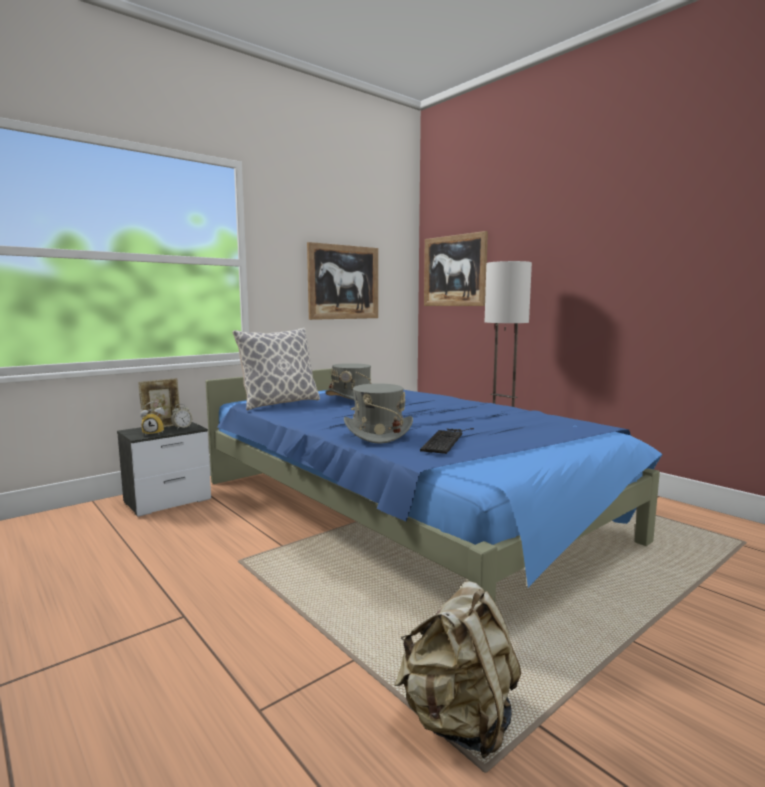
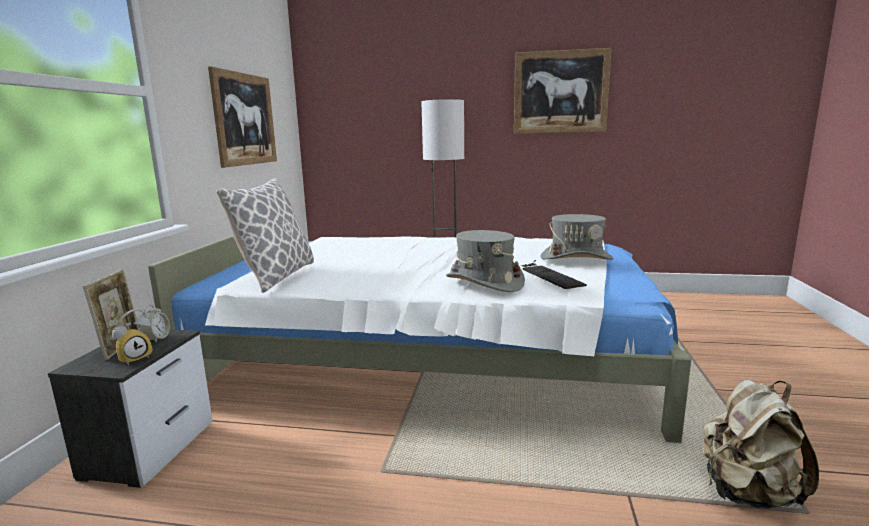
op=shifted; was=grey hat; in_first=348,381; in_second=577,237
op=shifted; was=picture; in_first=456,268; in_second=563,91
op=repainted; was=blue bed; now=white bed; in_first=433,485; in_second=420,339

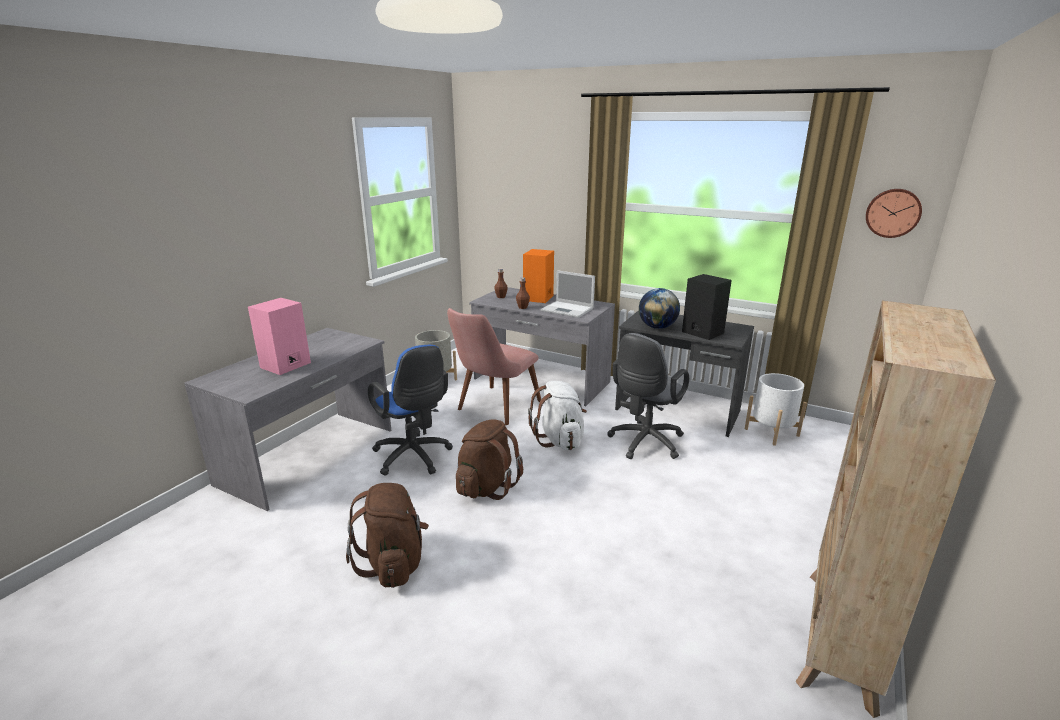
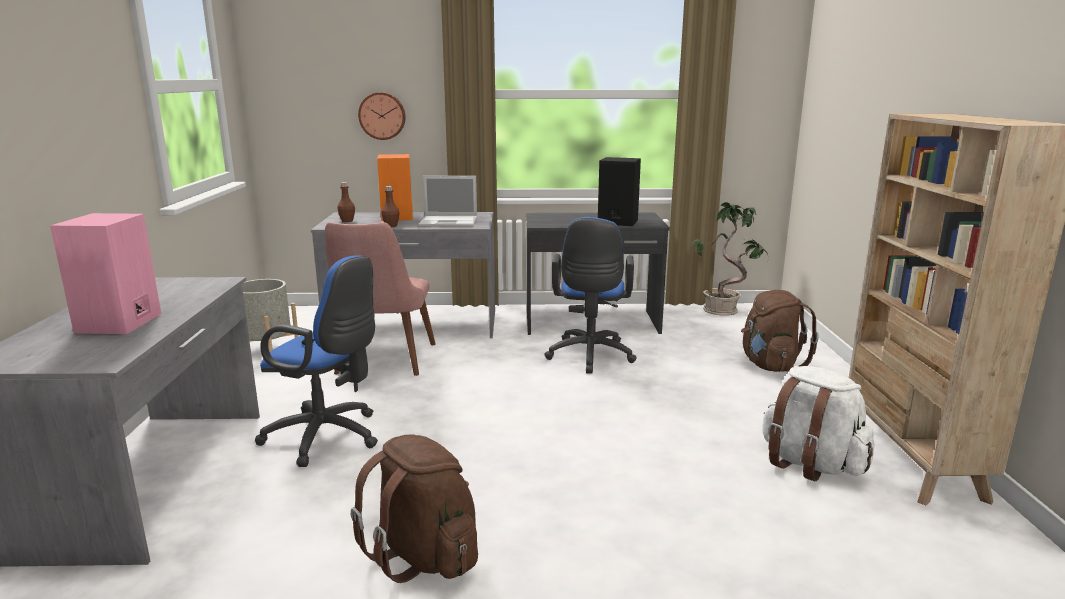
op=gone; was=globe; in_first=659,308
op=gone; was=white planter; in_first=776,409
op=new; now=potted plant; in_second=729,258
op=shifted; was=brown backpack; in_first=489,459; in_second=780,331
op=shifted; was=white backpack; in_first=557,415; in_second=818,423
op=shifted; was=wall clock; in_first=894,213; in_second=382,116
op=repainted; was=grey office chair; now=blue office chair; in_first=648,396; in_second=590,295

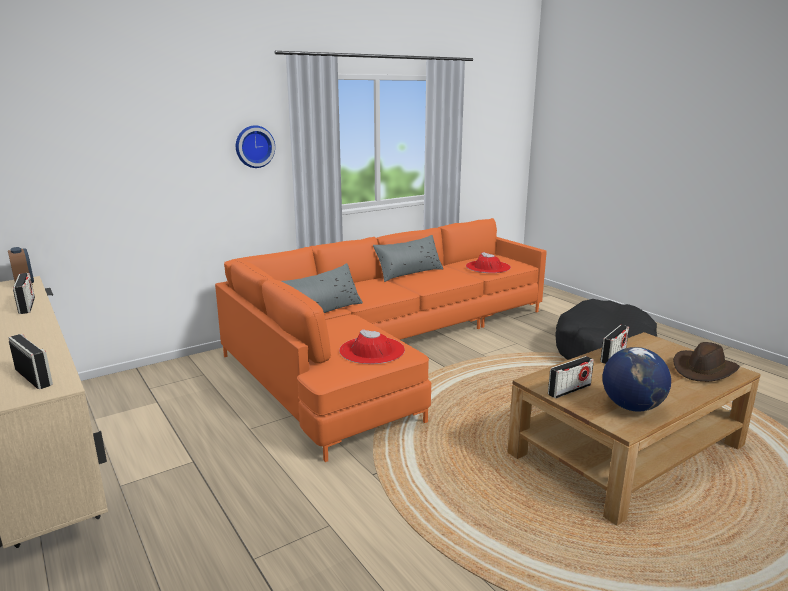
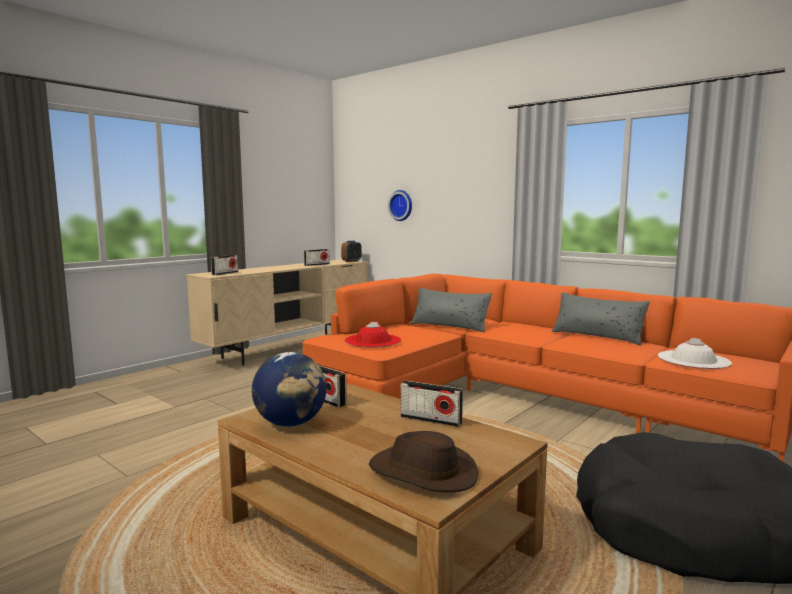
op=shifted; was=wall clock; in_first=255,146; in_second=400,205
op=repainted; was=red hat; now=white hat; in_first=488,262; in_second=695,353

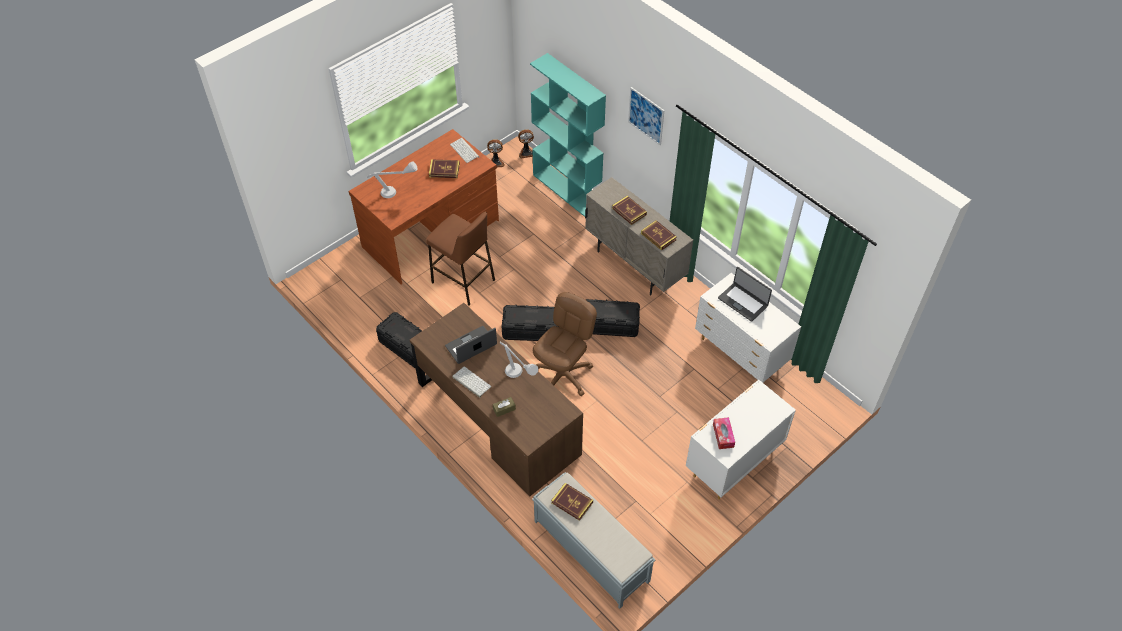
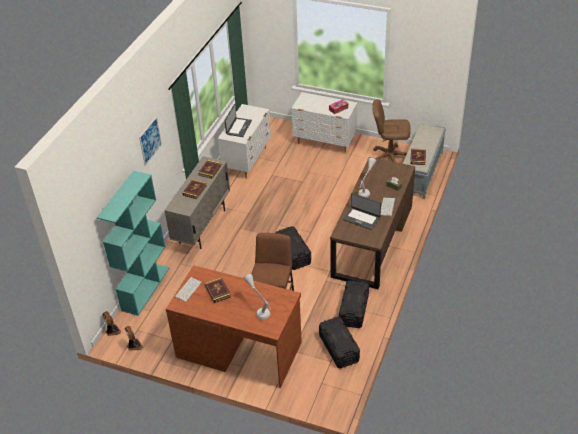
op=shifted; was=brown office chair; in_first=565,344; in_second=391,130
op=shifted; was=black storage box; in_first=613,318; in_second=339,343

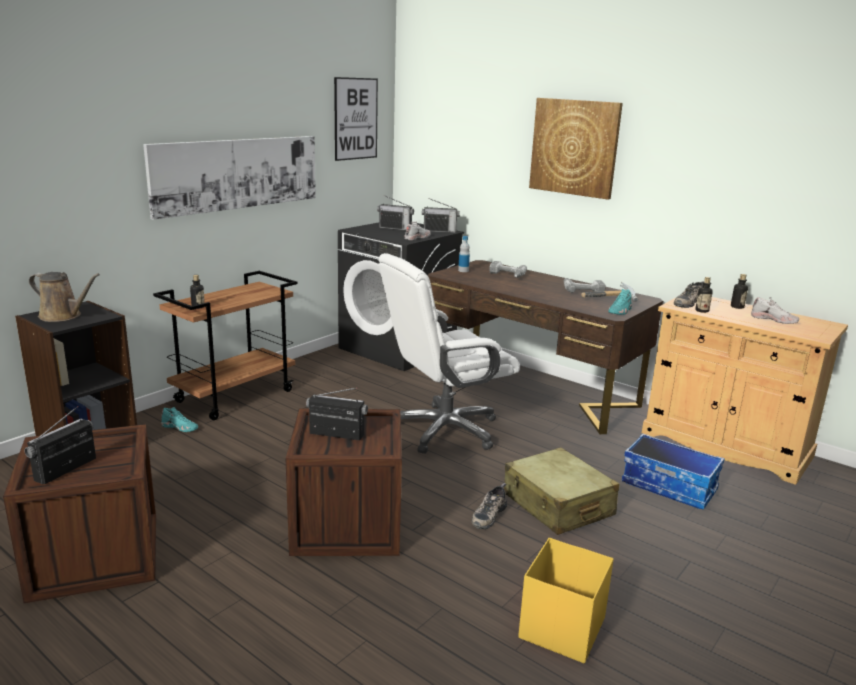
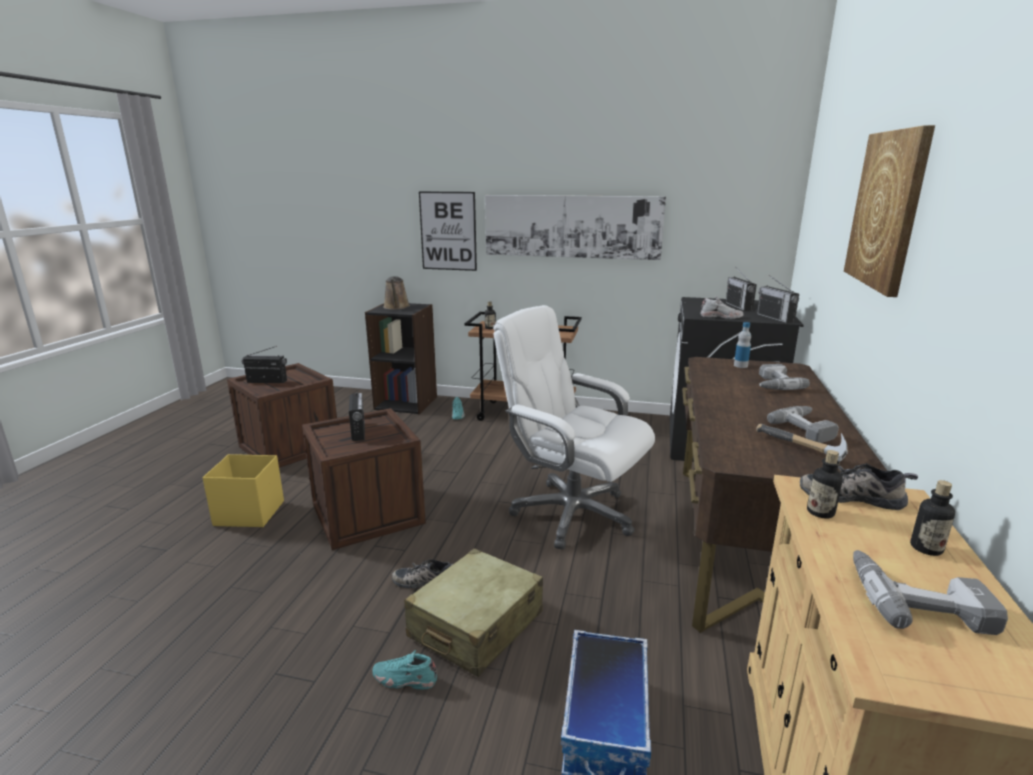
op=shifted; was=picture; in_first=356,119; in_second=448,231
op=shifted; was=yellow storage box; in_first=566,600; in_second=243,490
op=shifted; was=turquoise shoe; in_first=620,302; in_second=404,669
op=swapped; was=white shoe; now=power drill; in_first=775,310; in_second=930,592

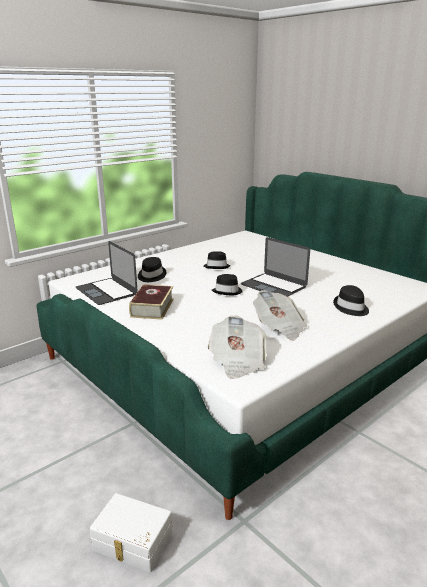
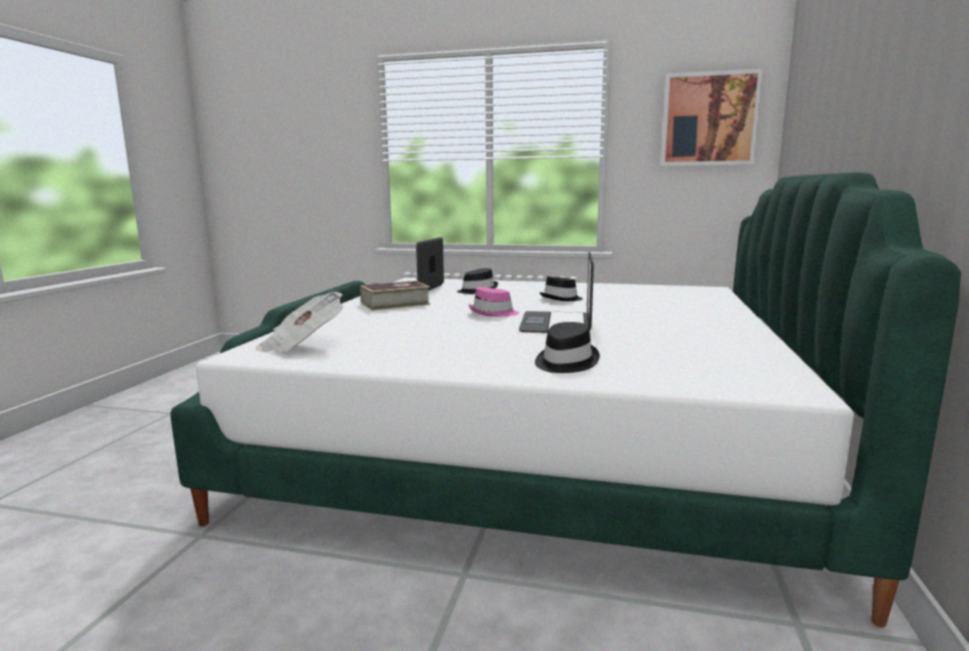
op=gone; was=white storage box; in_first=131,533
op=gone; was=newspaper; in_first=280,315
op=new; now=picture; in_second=712,117
op=repainted; was=black hat; now=pink hat; in_first=227,284; in_second=493,302

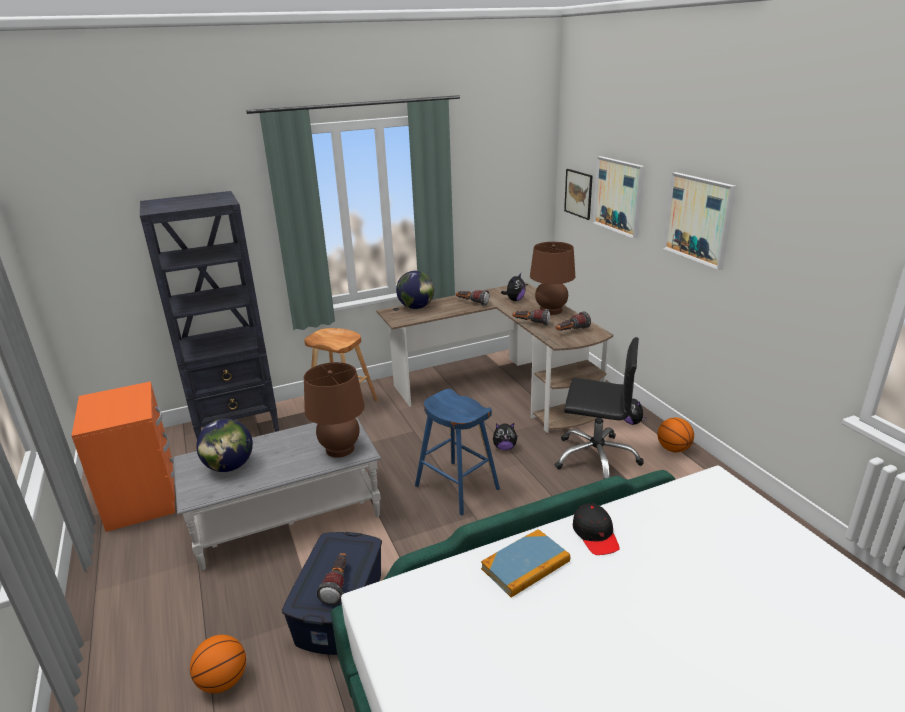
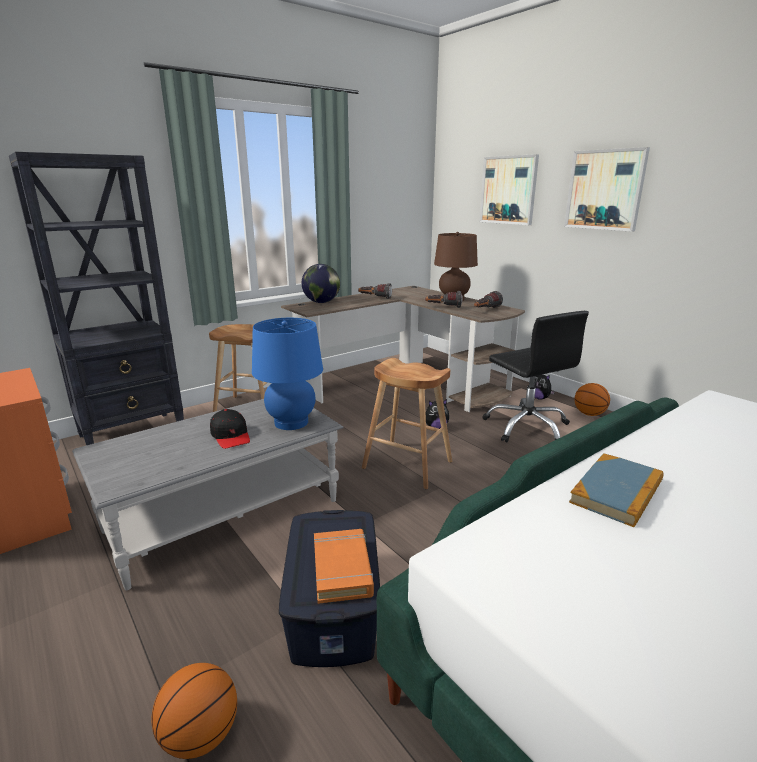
op=gone; was=globe; in_first=224,445
op=gone; was=plush toy; in_first=513,287
op=gone; was=picture; in_first=578,194
op=shifted; was=black cap; in_first=596,529; in_second=230,429
op=swapped; was=flashlight; now=orange book; in_first=332,579; in_second=344,566
op=repainted; was=brown table lamp; now=blue table lamp; in_first=334,410; in_second=287,374
op=repainted; was=blue stool; now=brown stool; in_first=457,452; in_second=407,423
op=rotated; was=black office chair; in_first=599,408; in_second=535,377; clockwise=60

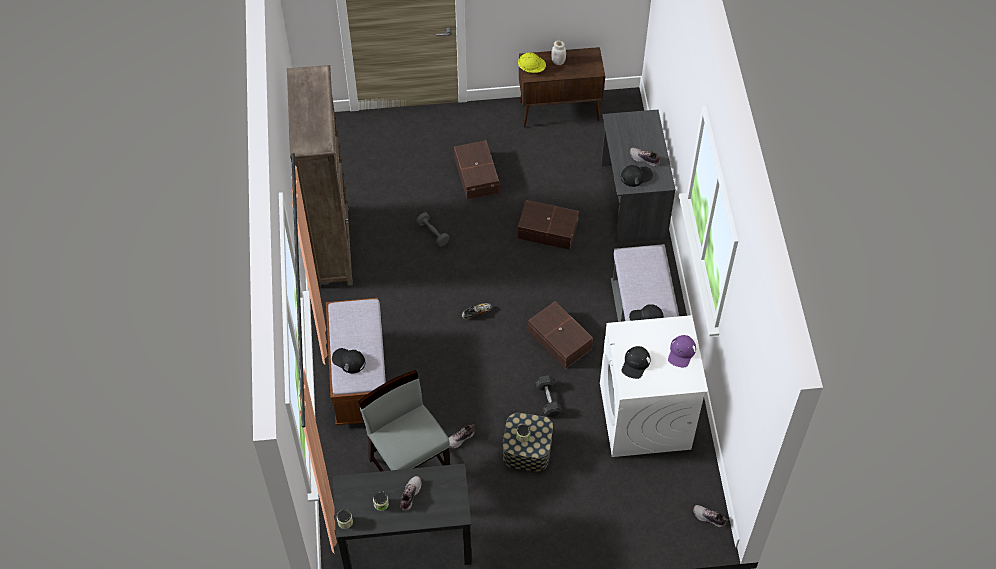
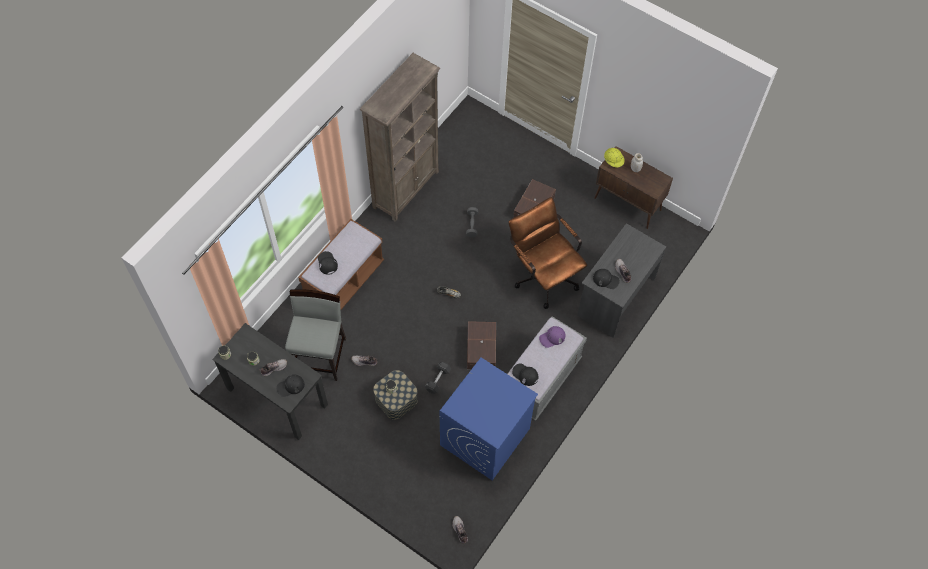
op=shifted; was=black cap; in_first=636,362; in_second=290,385
op=shifted; was=purple cap; in_first=682,351; in_second=552,337
op=swapped; was=brown storage box; now=brown office chair; in_first=548,225; in_second=548,253
op=repainted; was=white washing machine; now=blue washing machine; in_first=654,386; in_second=488,419

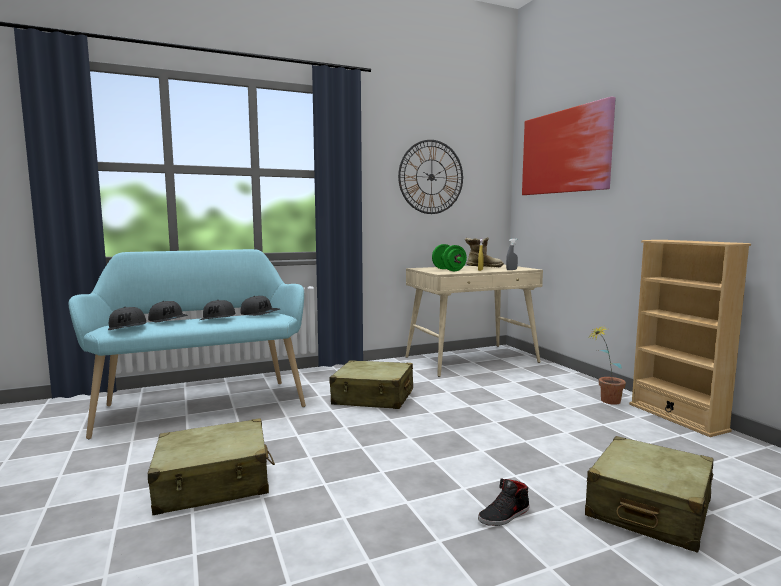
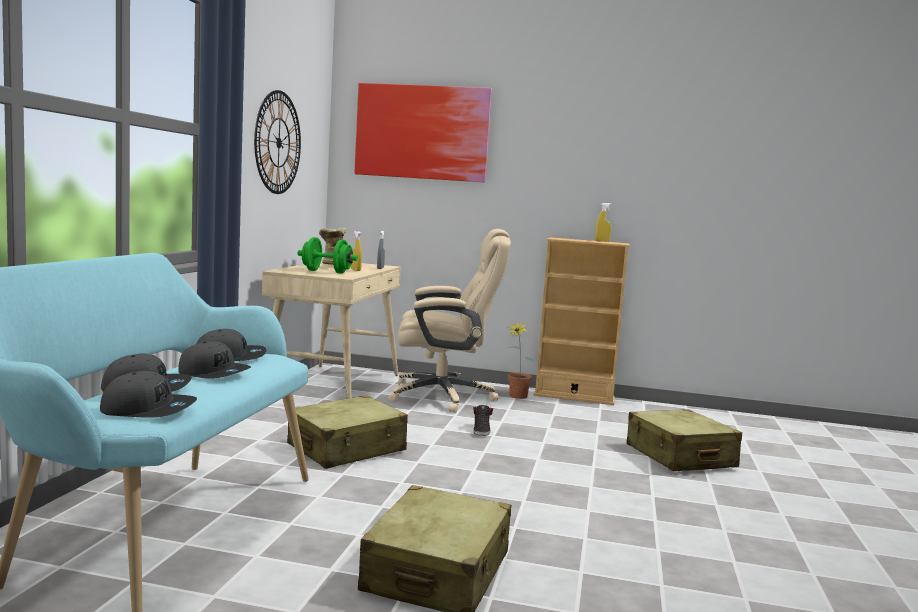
op=new; now=beige office chair; in_second=449,321
op=new; now=yellow spray bottle; in_second=603,222
op=shifted; was=black shoe; in_first=503,502; in_second=483,420

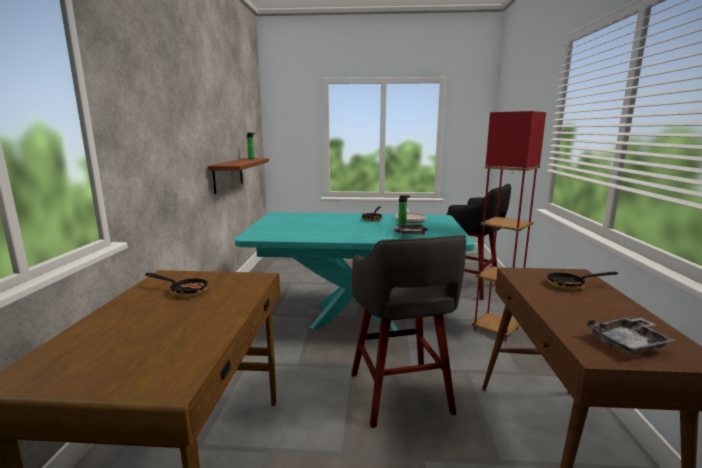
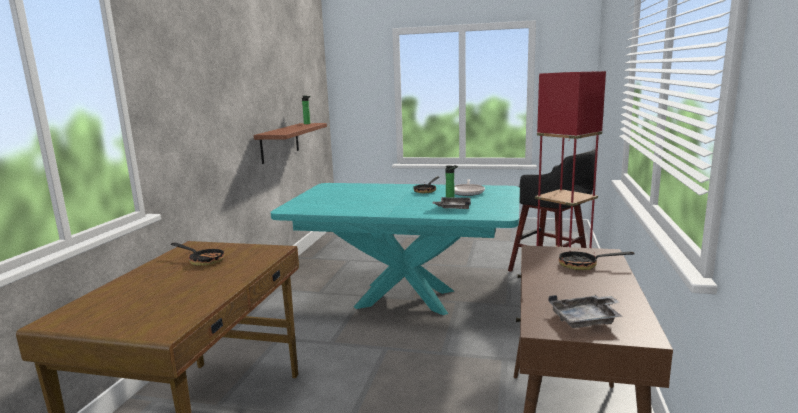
op=gone; was=grey stool; in_first=408,331

